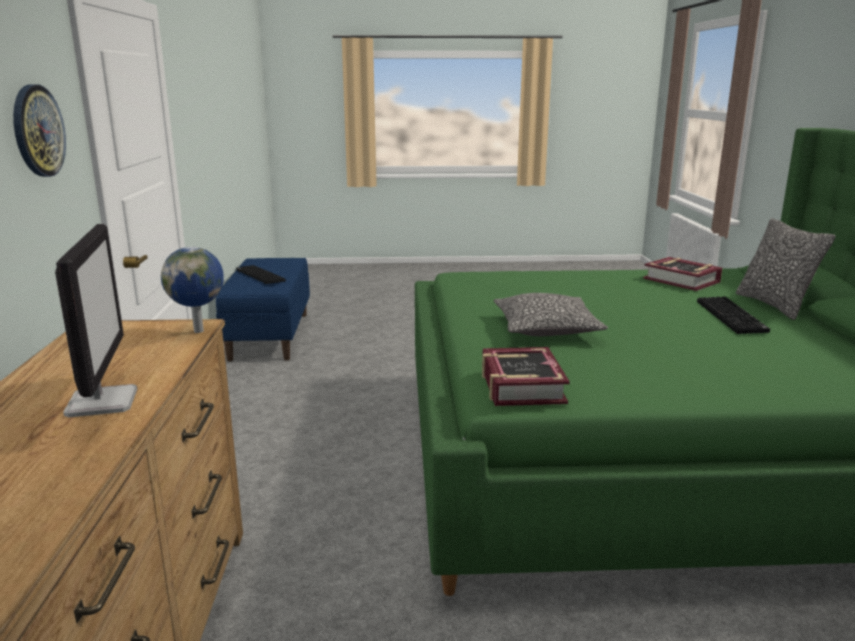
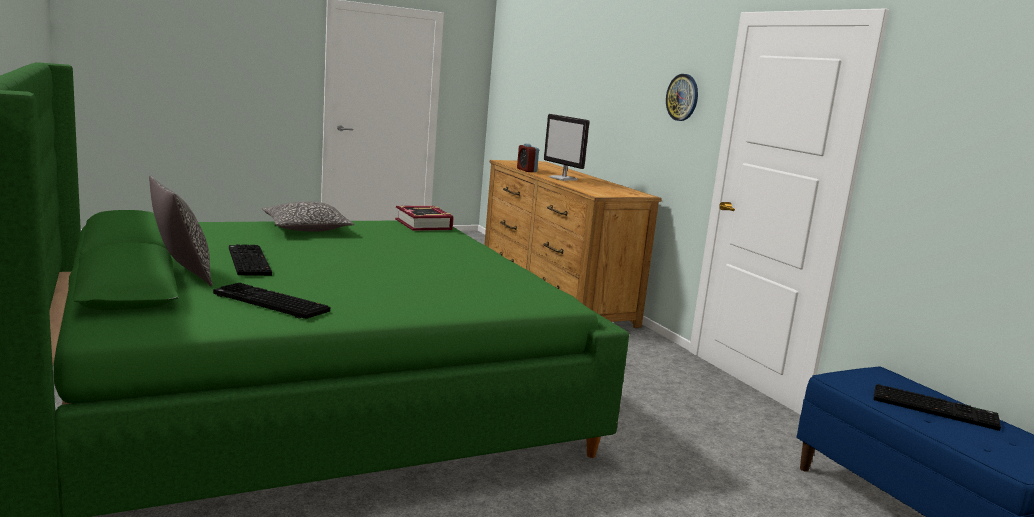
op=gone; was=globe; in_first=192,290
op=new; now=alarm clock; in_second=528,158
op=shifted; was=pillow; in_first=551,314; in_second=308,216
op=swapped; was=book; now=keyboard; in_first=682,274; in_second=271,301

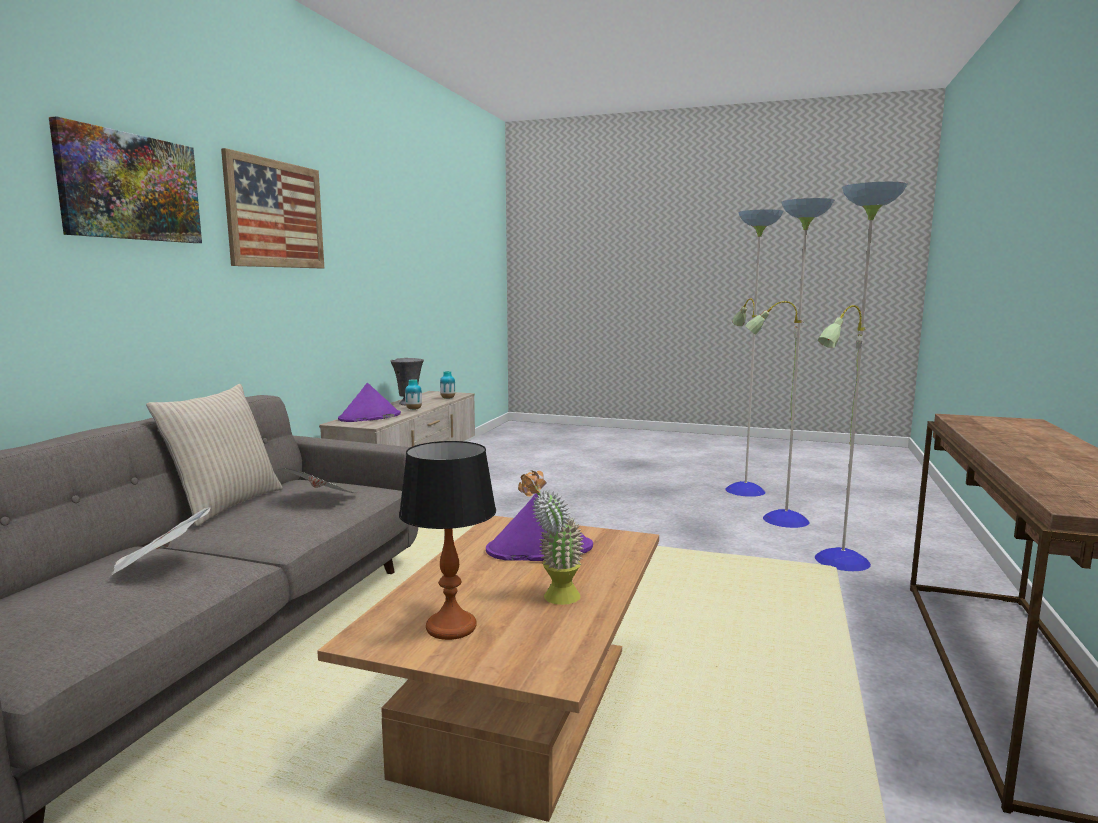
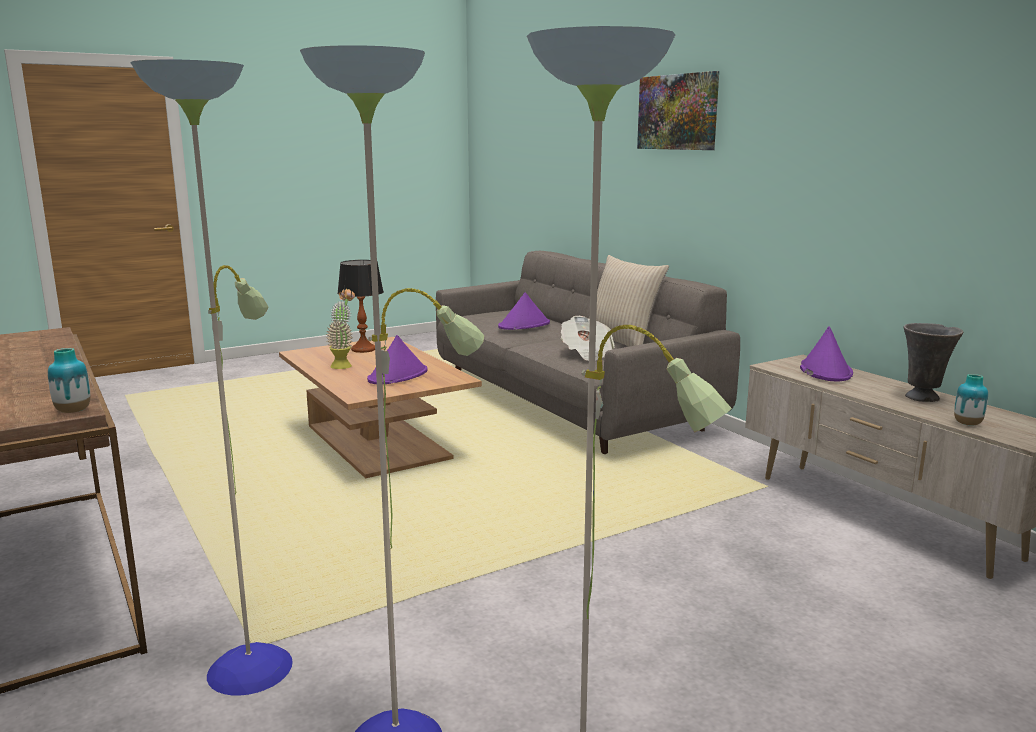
op=gone; was=picture; in_first=272,208
op=shifted; was=vase; in_first=413,394; in_second=69,380
op=swapped; was=newspaper; now=purple hat; in_first=160,541; in_second=524,311

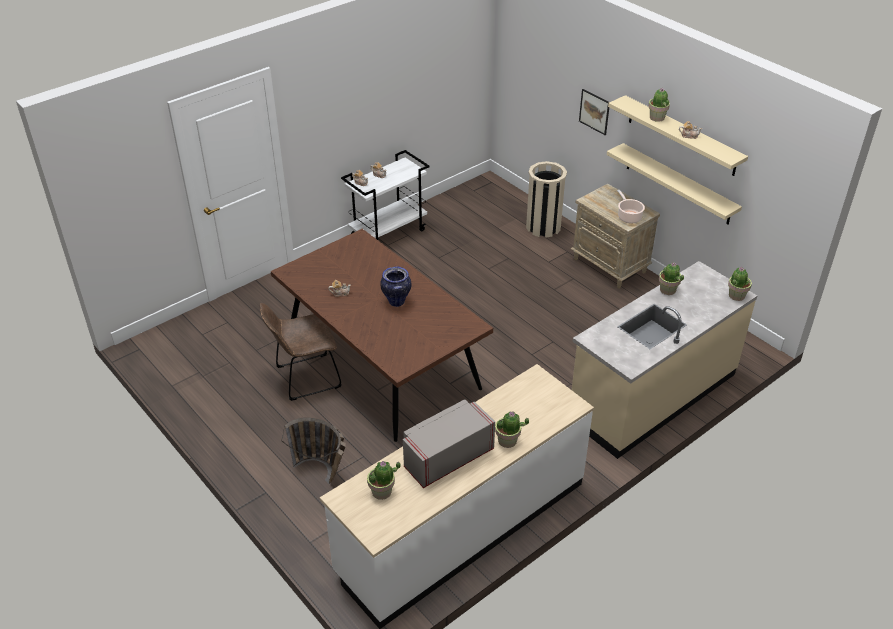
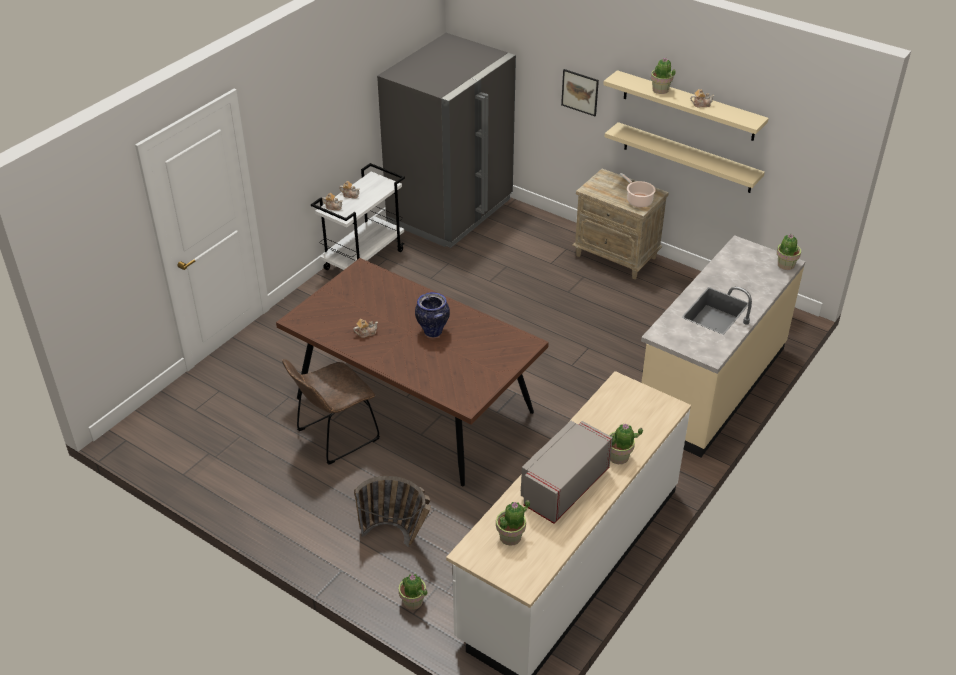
op=gone; was=beige trash can; in_first=546,199
op=new; now=grey fridge; in_second=446,140
op=shifted; was=potted plant; in_first=671,279; in_second=412,592

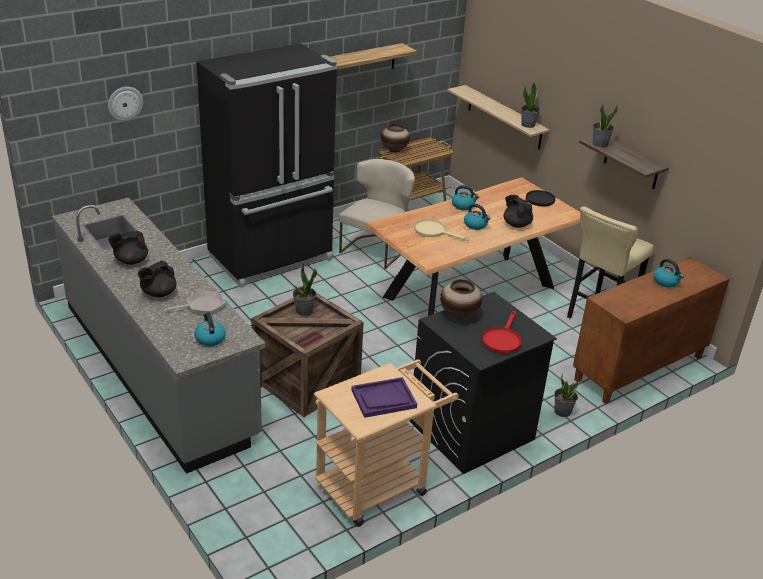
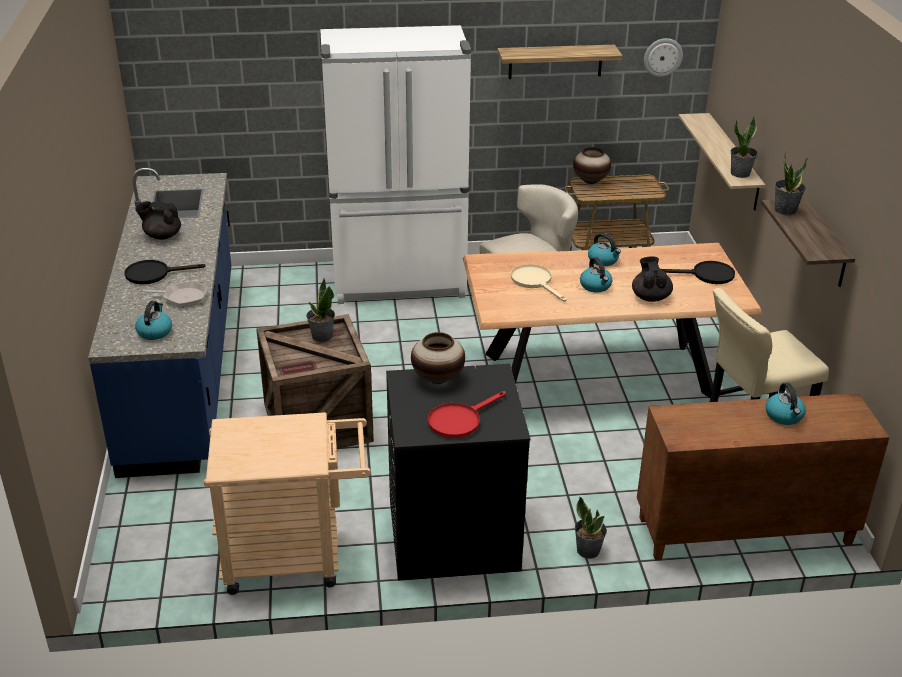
op=gone; was=purple tray; in_first=384,397
op=shifted; was=wall clock; in_first=125,104; in_second=663,57
op=swapped; was=black teapot; now=black frying pan; in_first=157,278; in_second=164,272
op=repainted; was=grey counter; now=blue counter; in_first=159,336; in_second=159,323
op=repainted; was=black fridge; now=white fridge; in_first=266,165; in_second=395,164

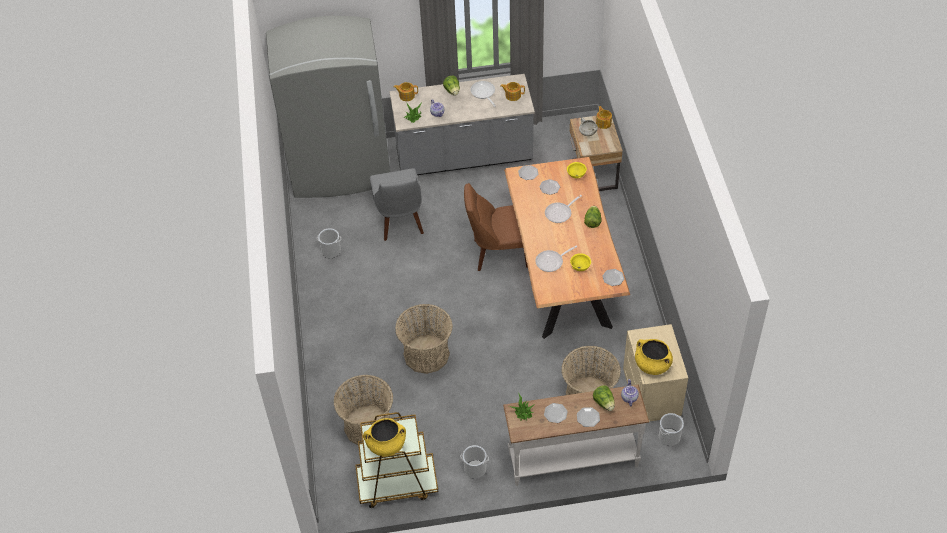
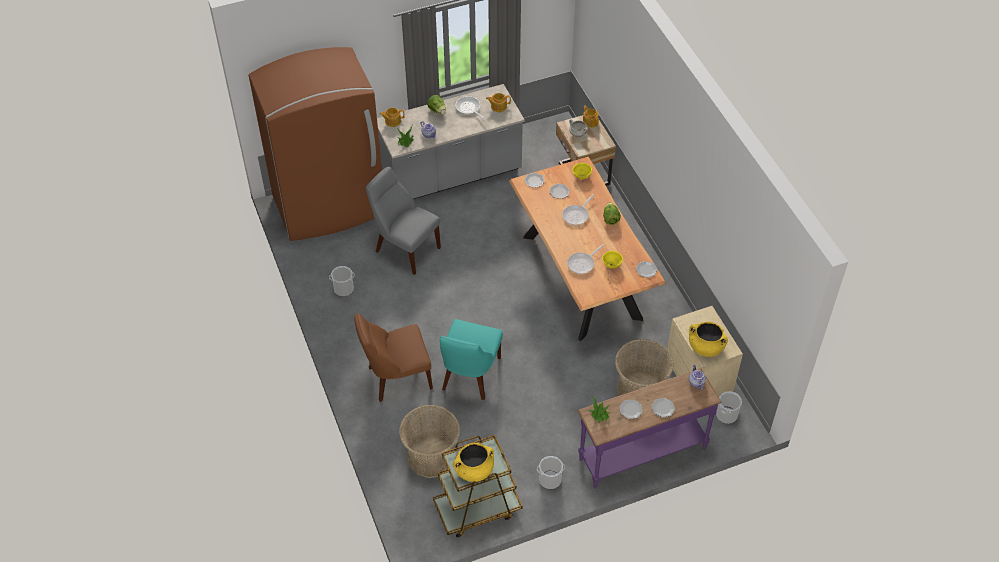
op=gone; was=lettuce; in_first=604,398
op=shifted; was=brown chair; in_first=496,227; in_second=393,357
op=swapped; was=basket; now=turquoise chair; in_first=423,339; in_second=471,359
op=repainted; was=grey fridge; now=brown fridge; in_first=328,107; in_second=315,144
op=repainted; was=white console table; now=purple console table; in_first=576,435; in_second=649,428
op=rotated; was=grey chair; in_first=397,204; in_second=403,221; clockwise=150

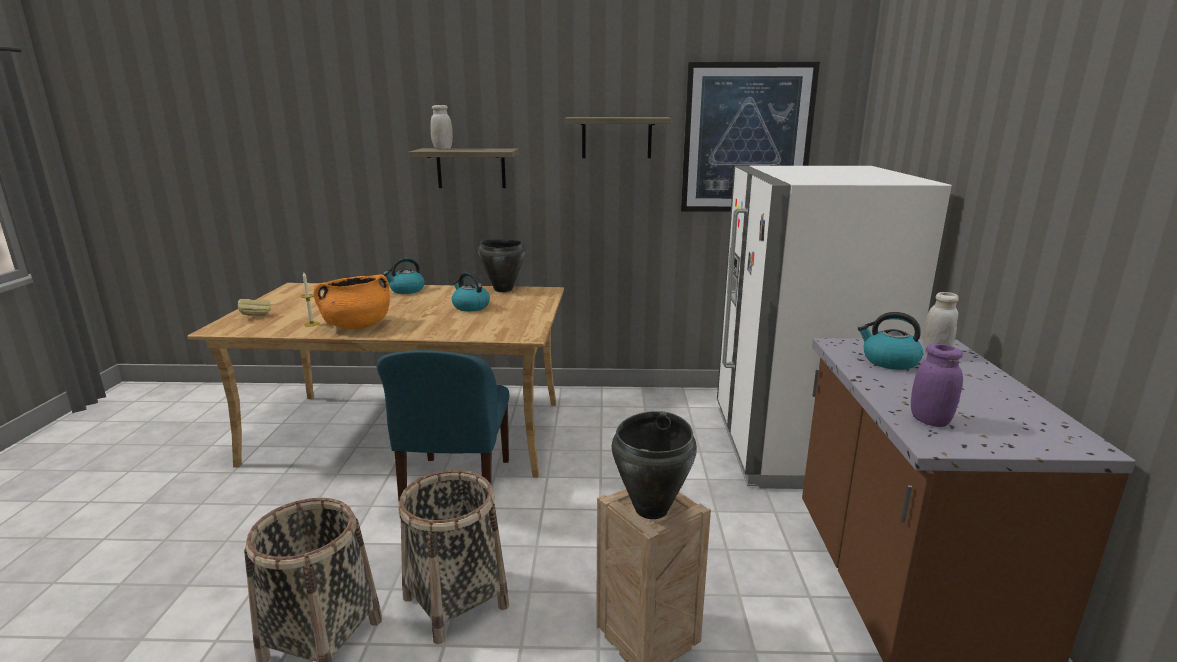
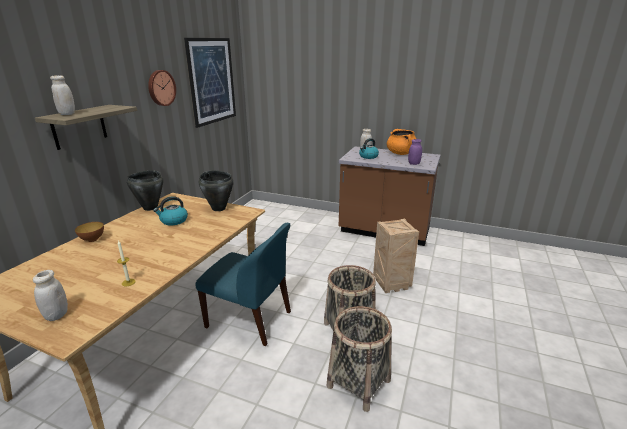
op=gone; was=white fridge; in_first=834,327
op=shifted; was=orange cooking pot; in_first=351,302; in_second=402,142
op=shifted; was=black cooking pot; in_first=654,465; in_second=216,190
op=swapped; was=bread; now=white jar; in_first=254,307; in_second=50,295
op=swapped; was=kettle; now=bowl; in_first=404,276; in_second=89,232
op=swapped; was=shelf; now=wall clock; in_first=618,137; in_second=162,88

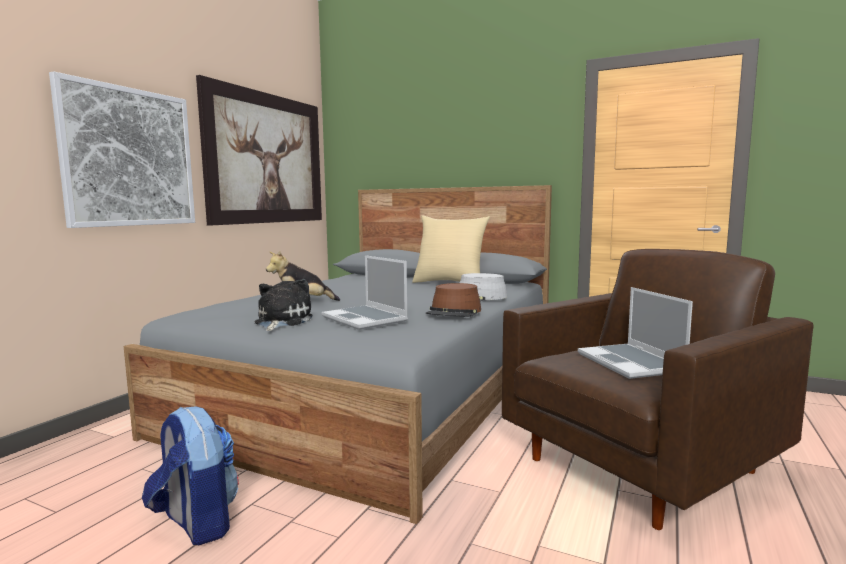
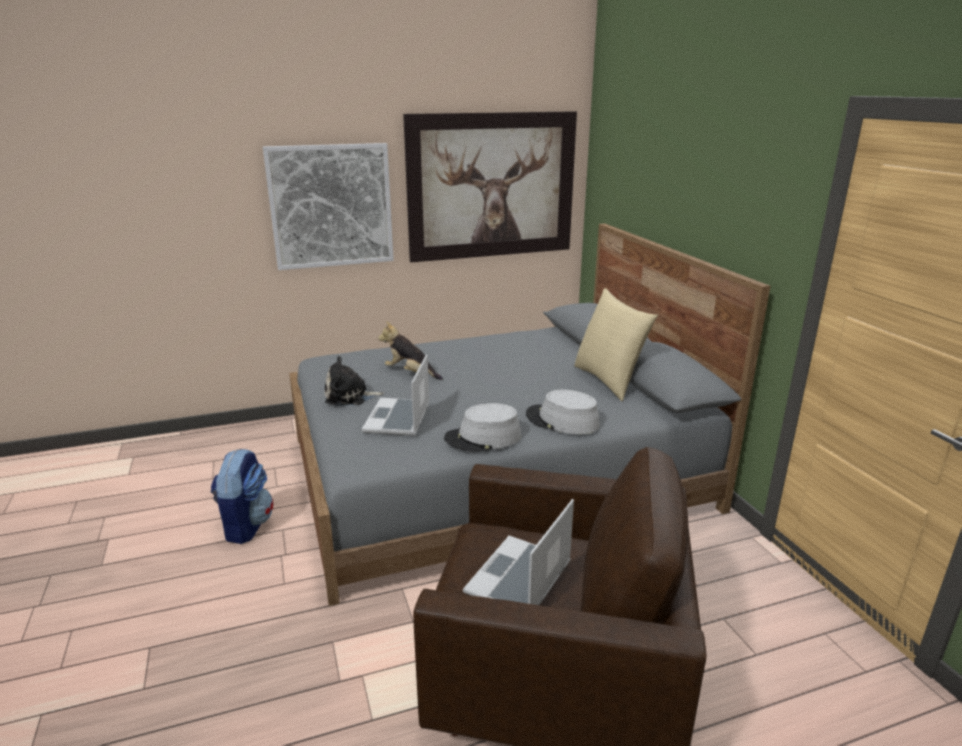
op=repainted; was=brown hat; now=grey hat; in_first=453,300; in_second=482,427
op=rotated; was=plush toy; in_first=283,305; in_second=354,381; clockwise=-150

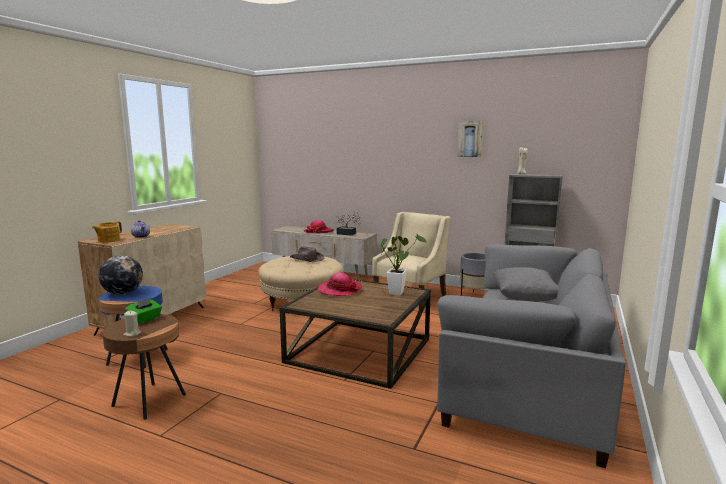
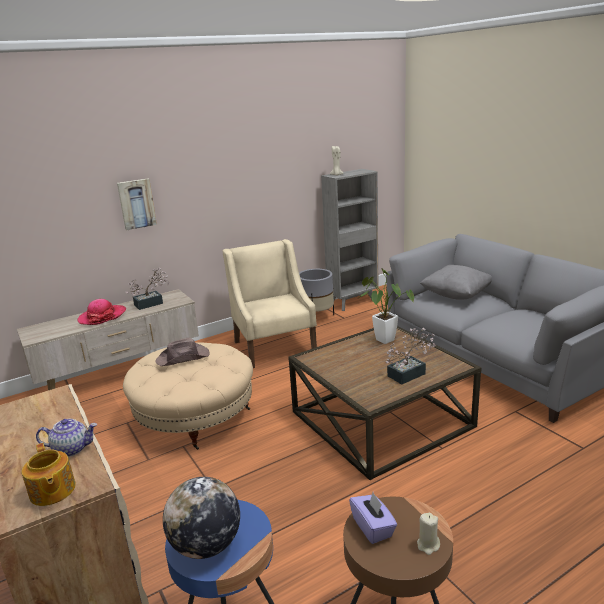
op=gone; was=hat; in_first=340,284
op=new; now=potted plant; in_second=410,356
op=shifted; was=picture; in_first=470,139; in_second=137,204
op=repainted; was=green tissue box; now=purple tissue box; in_first=143,311; in_second=373,518

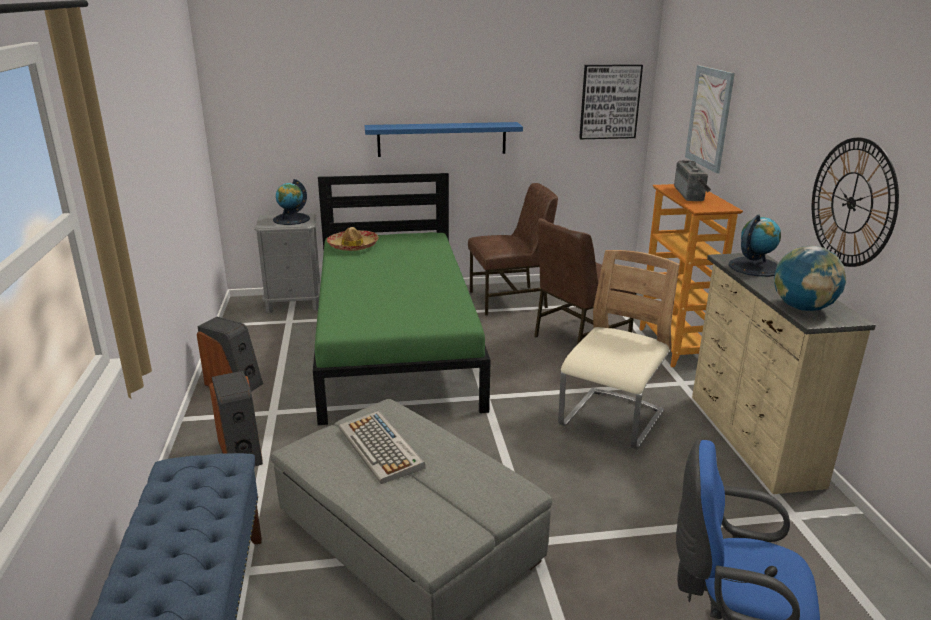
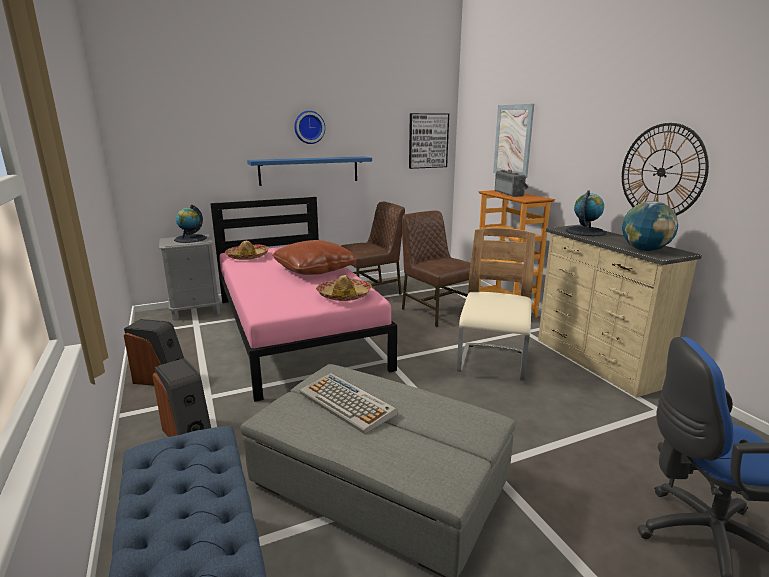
op=new; now=brown pillow; in_second=314,257
op=new; now=wall clock; in_second=309,127
op=new; now=hat; in_second=344,288
op=repainted; was=green bed; now=pink bed; in_first=402,299; in_second=303,299
op=rotated; was=brown chair; in_first=585,281; in_second=436,269; clockwise=105

